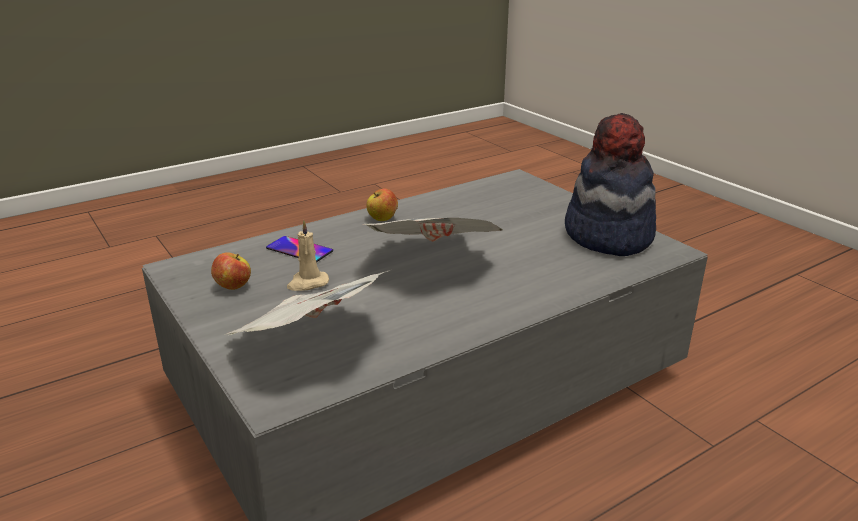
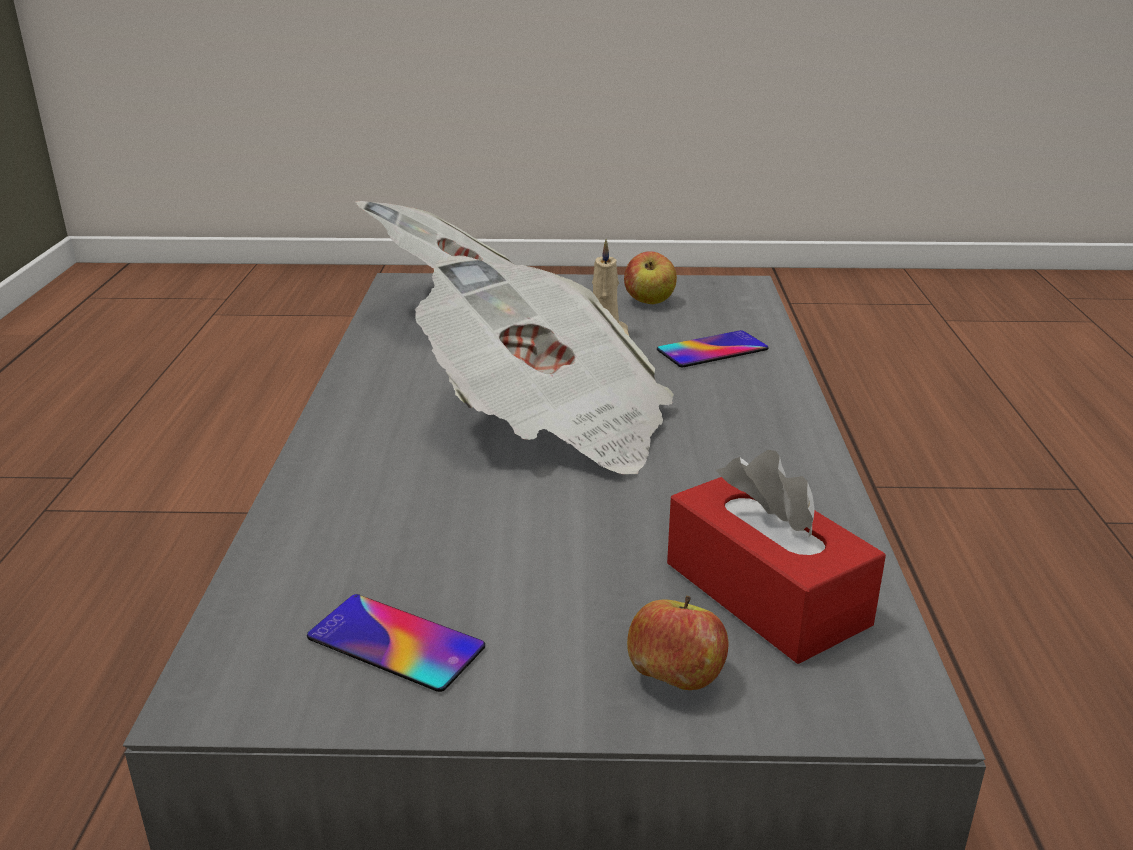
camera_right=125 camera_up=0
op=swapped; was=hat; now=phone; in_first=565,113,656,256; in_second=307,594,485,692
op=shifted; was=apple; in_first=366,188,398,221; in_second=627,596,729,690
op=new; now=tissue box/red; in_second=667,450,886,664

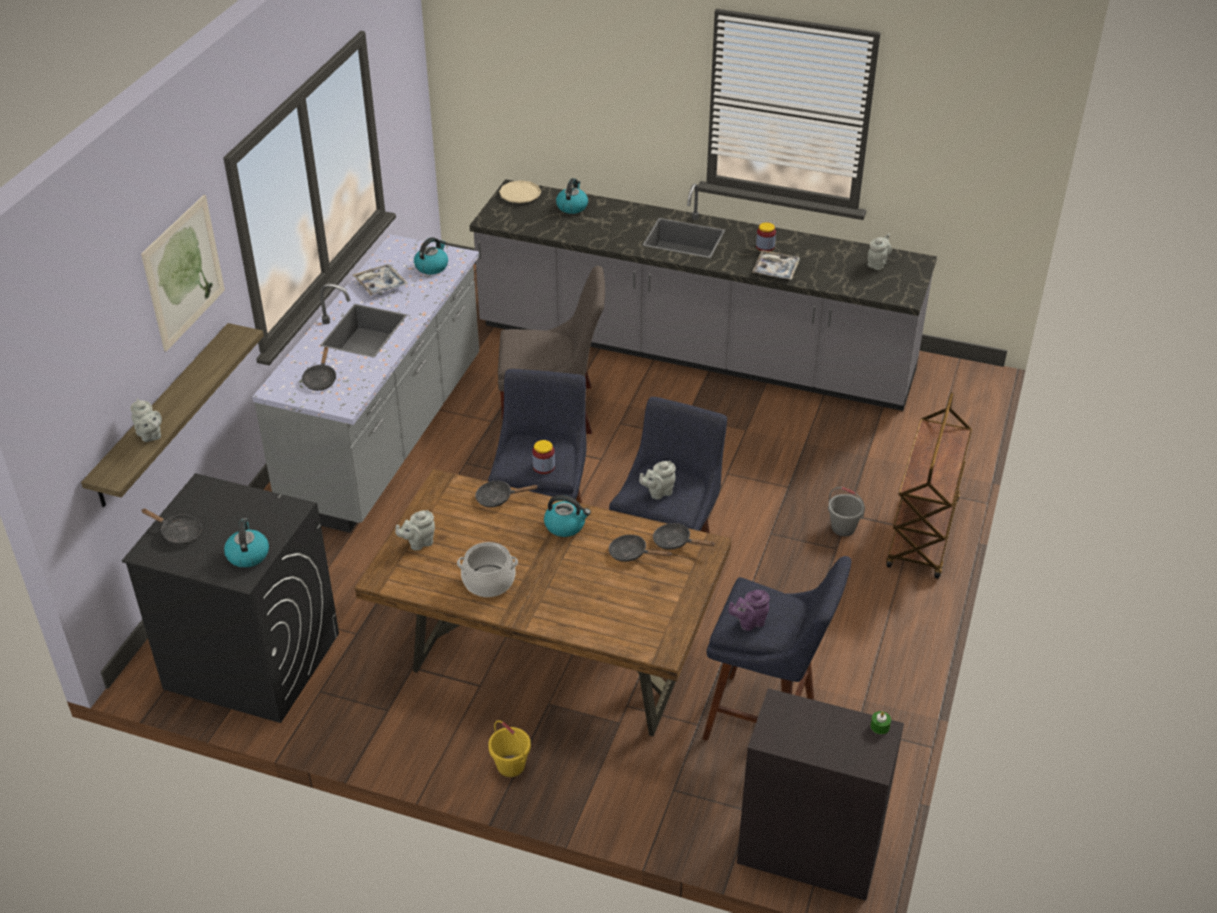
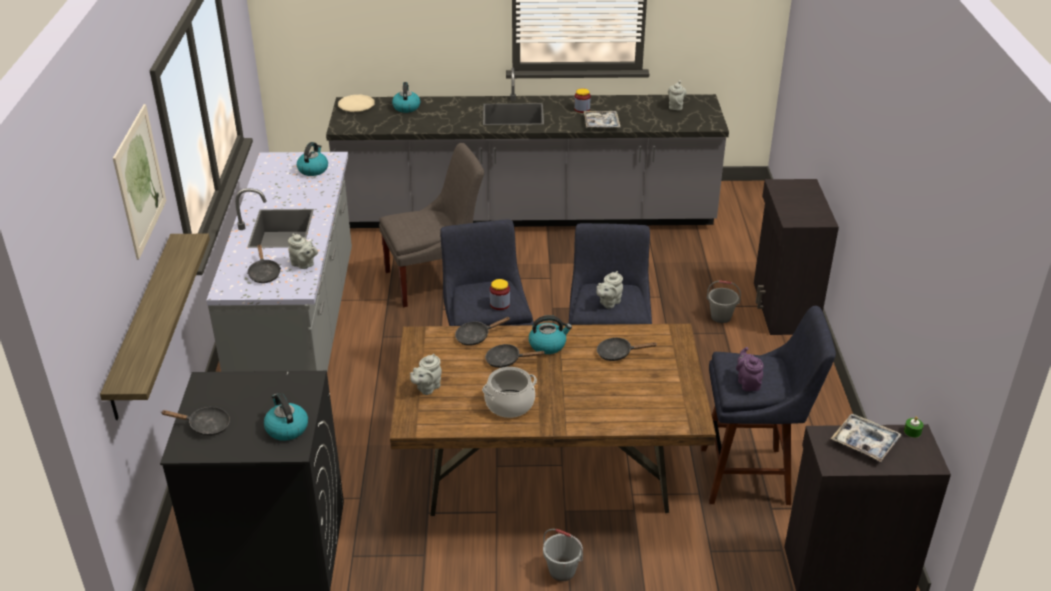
camera_right=-20 camera_up=-5
op=shifted; was=tray; in_first=353,264,408,296; in_second=831,414,902,462
op=swapped; was=cart/brown; now=cabinet/black; in_first=886,393,972,579; in_second=754,179,839,335
op=shifted; was=teapot/grey; in_first=131,398,162,442; in_second=288,234,318,269
op=shifted; was=frying pan/black; in_first=653,523,715,550; in_second=485,344,545,368
op=rotated; was=teapot/purple; in_first=728,590,770,631; in_second=736,347,764,391; clockwise=120
op=repainted; was=bucket/yellow; now=bucket/grey; in_first=488,720,531,777; in_second=543,528,583,581

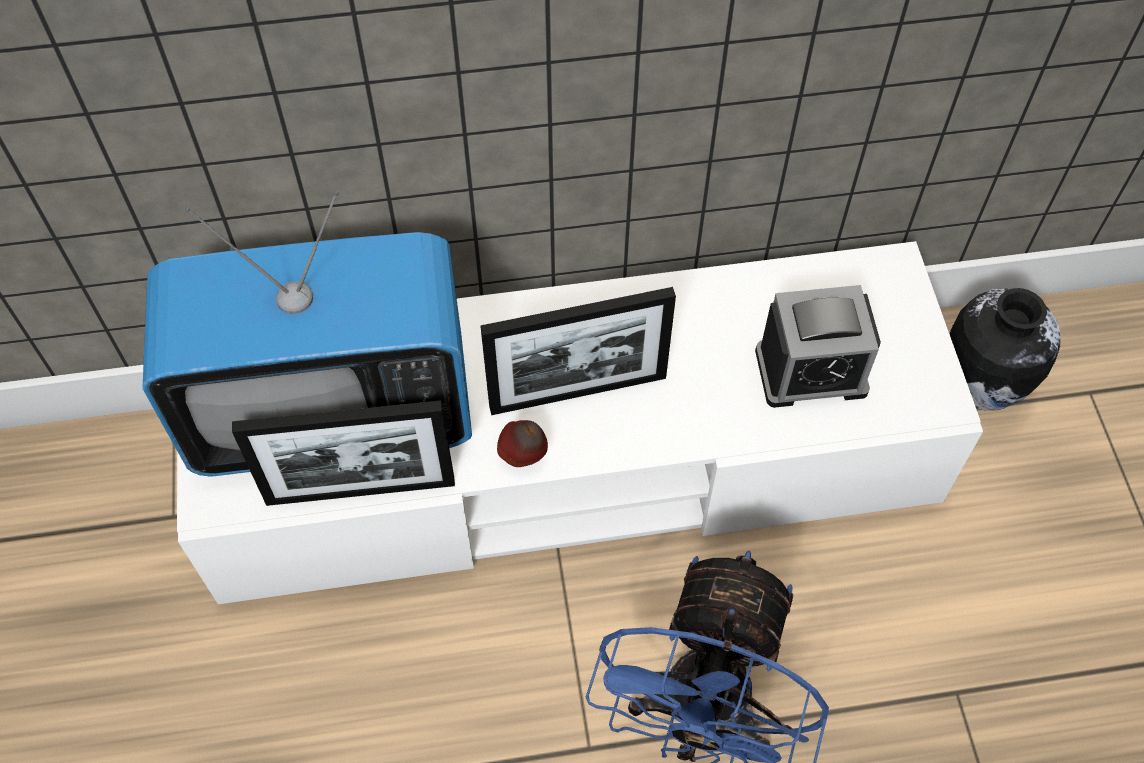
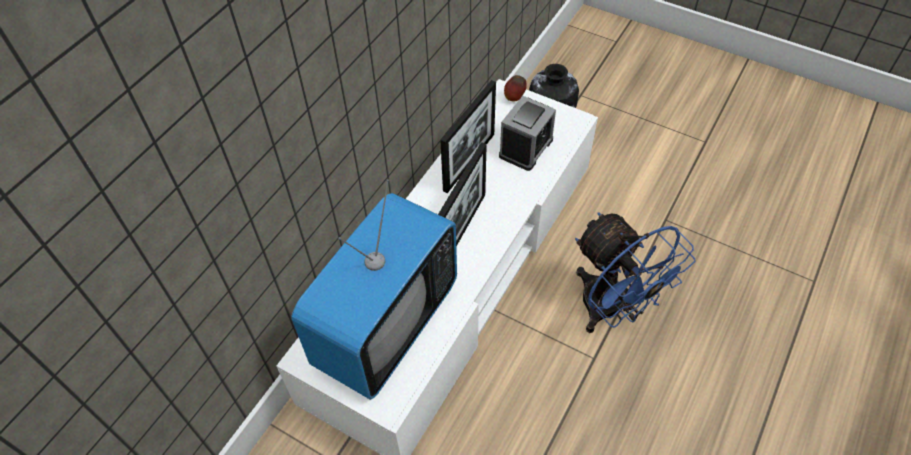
camera_right=-50 camera_up=-5
op=shifted; was=picture frame; in_first=232,400,455,506; in_second=440,80,496,193
op=shifted; was=apple; in_first=497,420,548,467; in_second=504,75,527,101

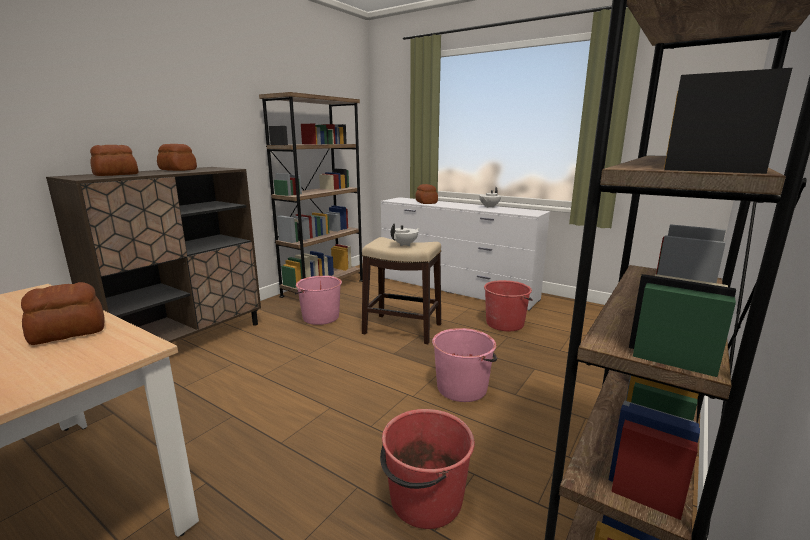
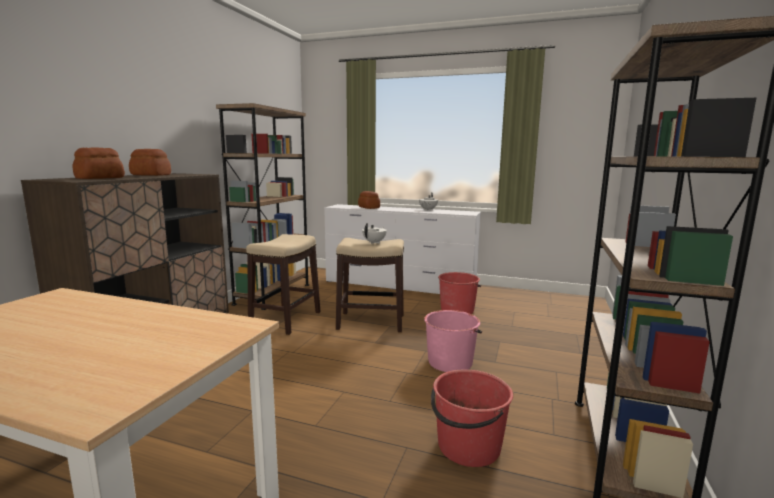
camera_right=-15 camera_up=-5
op=swapped; was=bucket/pink; now=stool; in_first=295,276,342,325; in_second=246,234,321,335
op=gone; was=bread; in_first=21,282,105,345

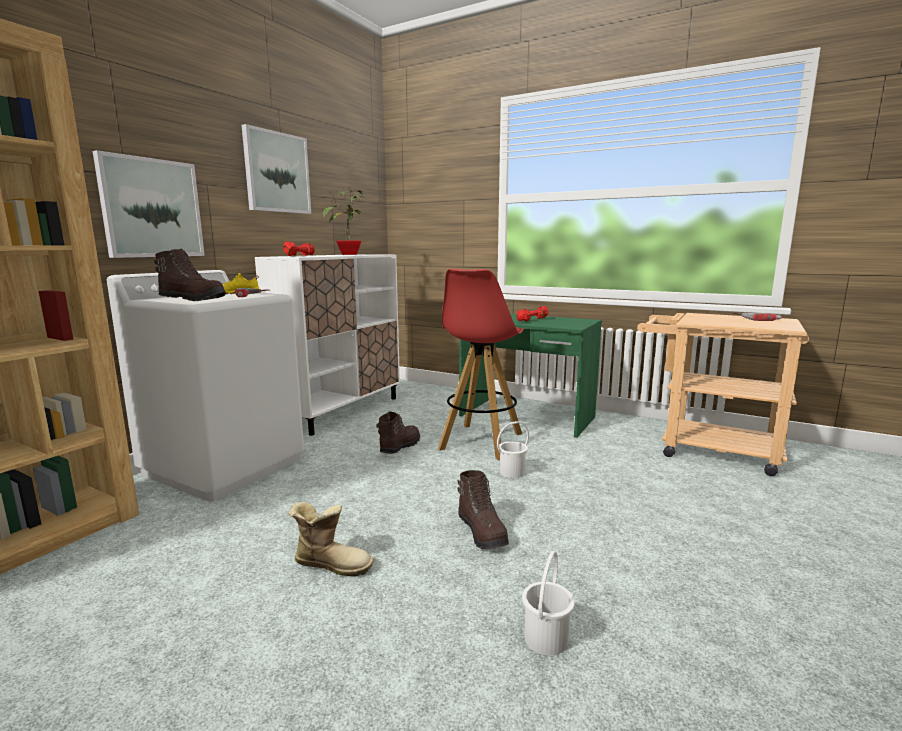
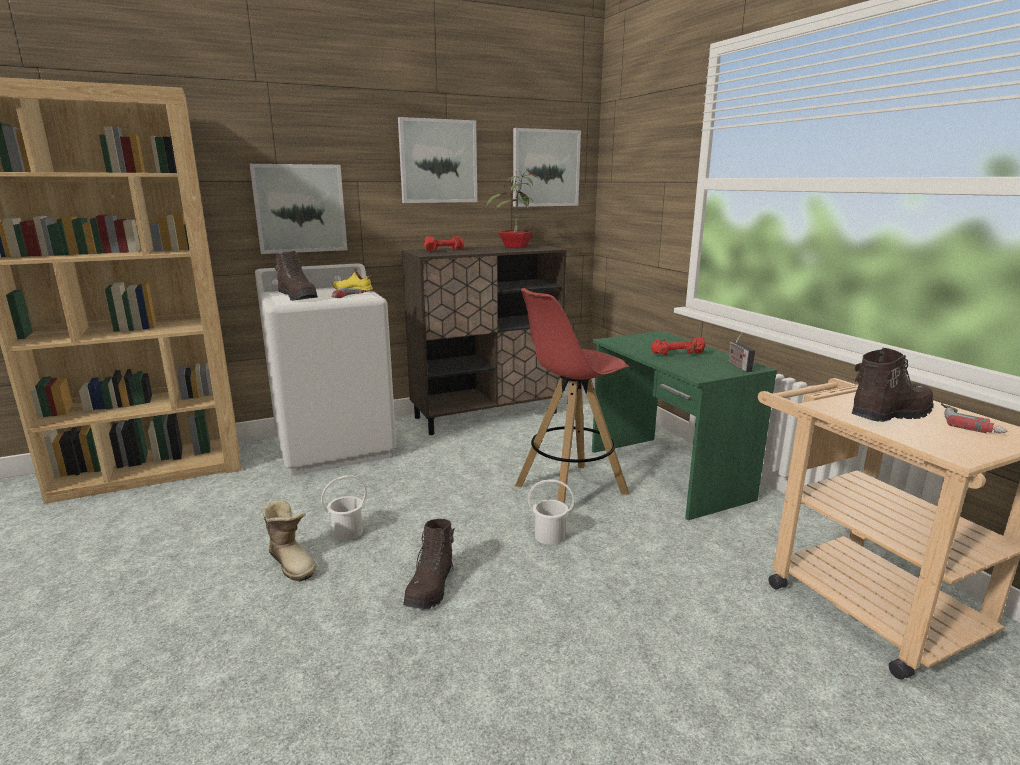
camera_right=35 camera_up=5
op=repainted; was=cabinet/white; now=cabinet/brown; in_first=255,254,400,436; in_second=402,244,566,435
op=shifted; was=boot/brown; in_first=376,412,420,454; in_second=851,348,934,422
op=shifted; was=bucket/white; in_first=522,551,575,656; in_second=321,475,367,541
op=new; now=picture; in_second=513,128,581,207
op=new; now=radio; in_second=728,333,755,372

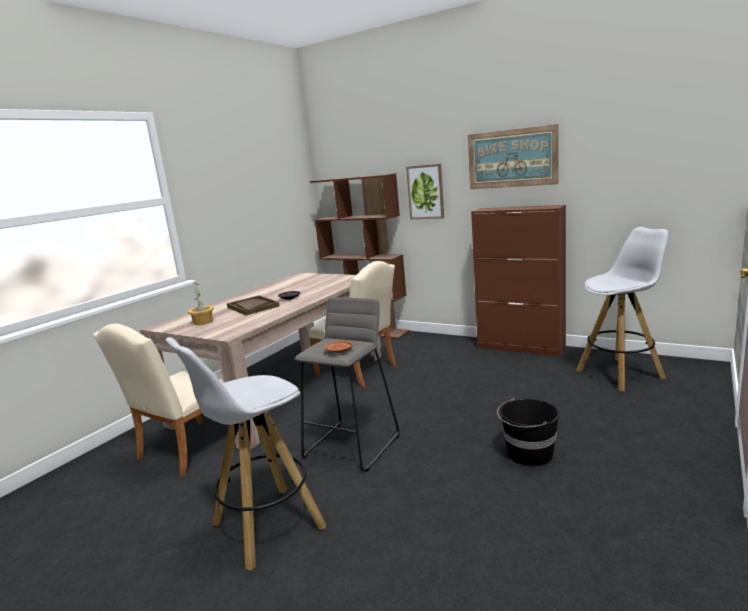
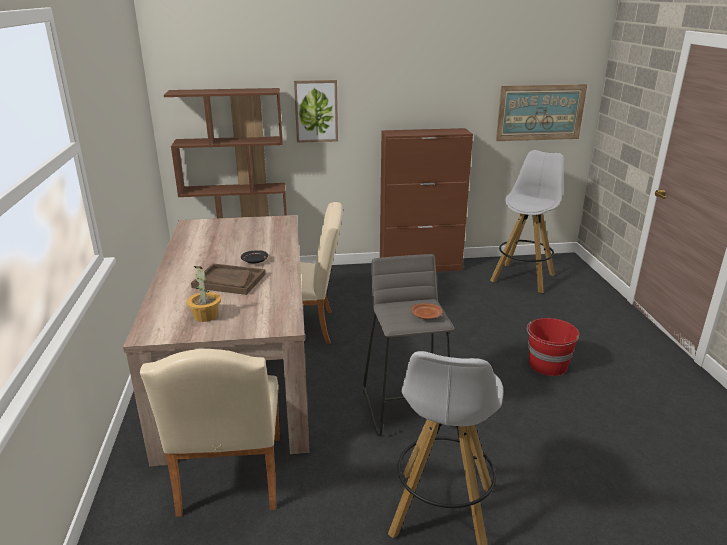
camera_right=-40 camera_up=10
op=shifted; was=picture; in_first=468,124,559,189; in_second=496,84,587,141
op=repainted; was=bucket/black; now=bucket/red; in_first=497,398,559,466; in_second=527,318,580,376

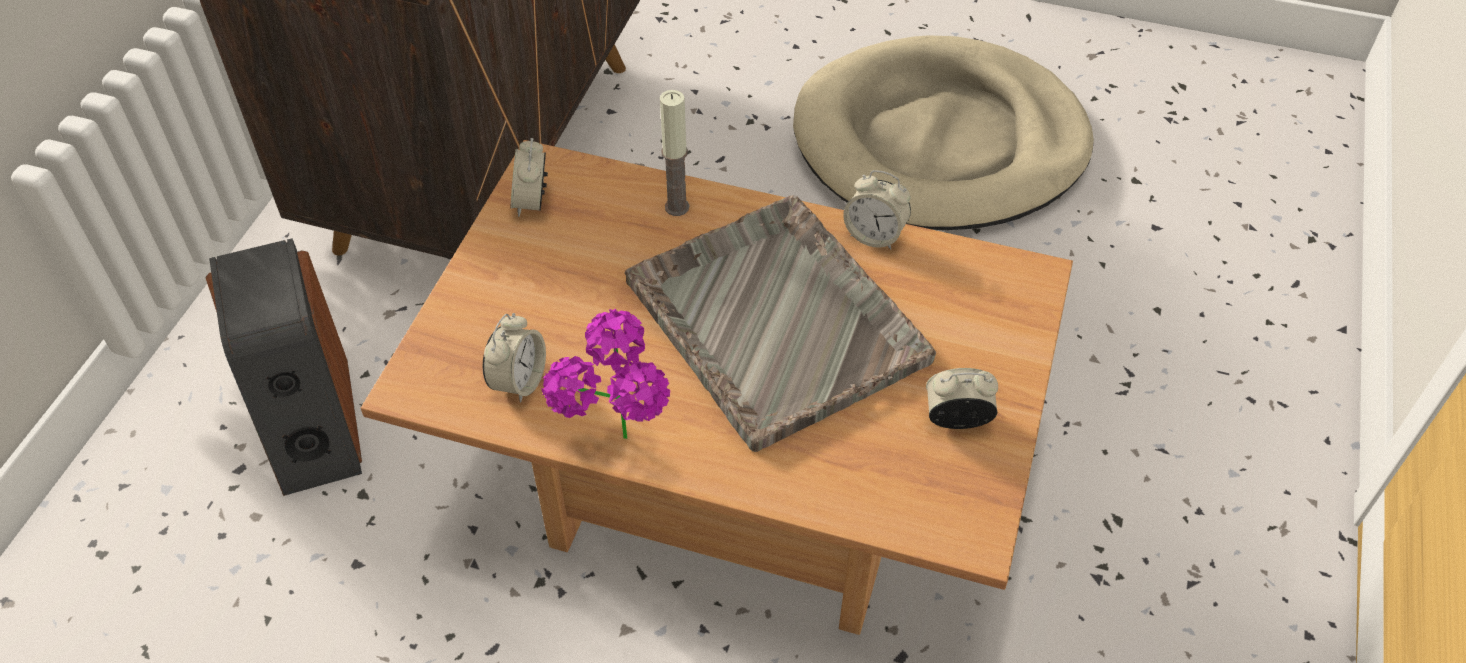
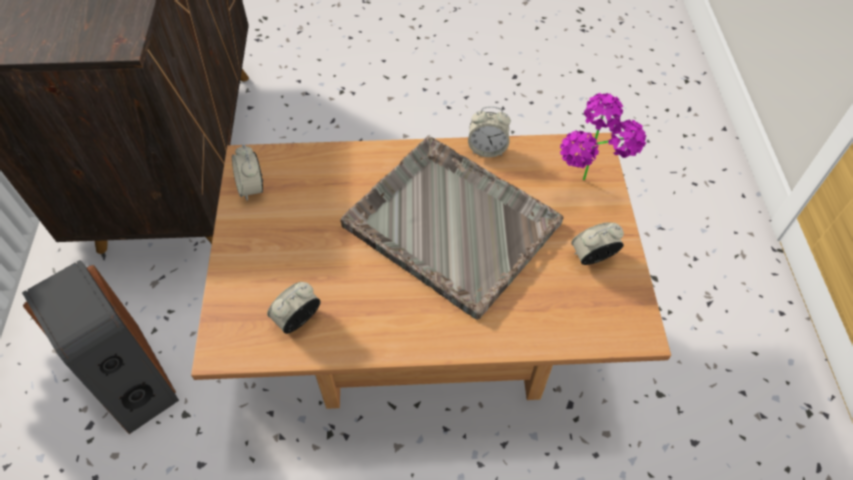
camera_right=-20 camera_up=5
op=gone; was=dog bed/beige; in_first=793,35,1094,230
op=gone; was=candle; in_first=660,90,689,216
op=shifted; was=potted plant; in_first=541,309,670,439; in_second=560,93,646,180
op=rotated; was=alarm clock; in_first=483,313,546,403; in_second=267,282,321,334; clockwise=-135

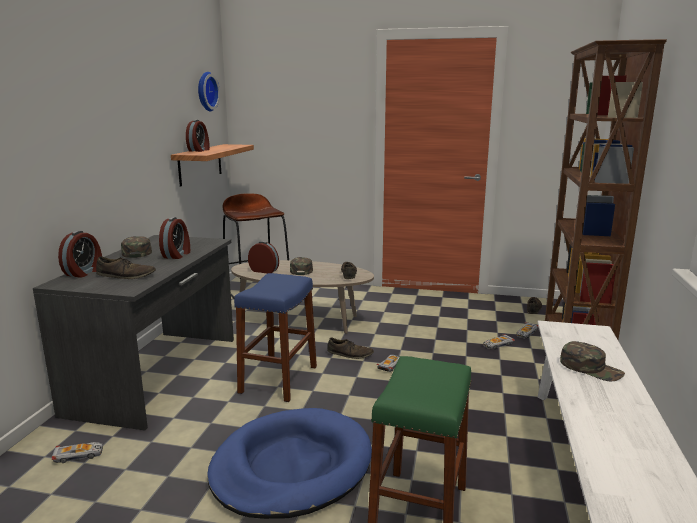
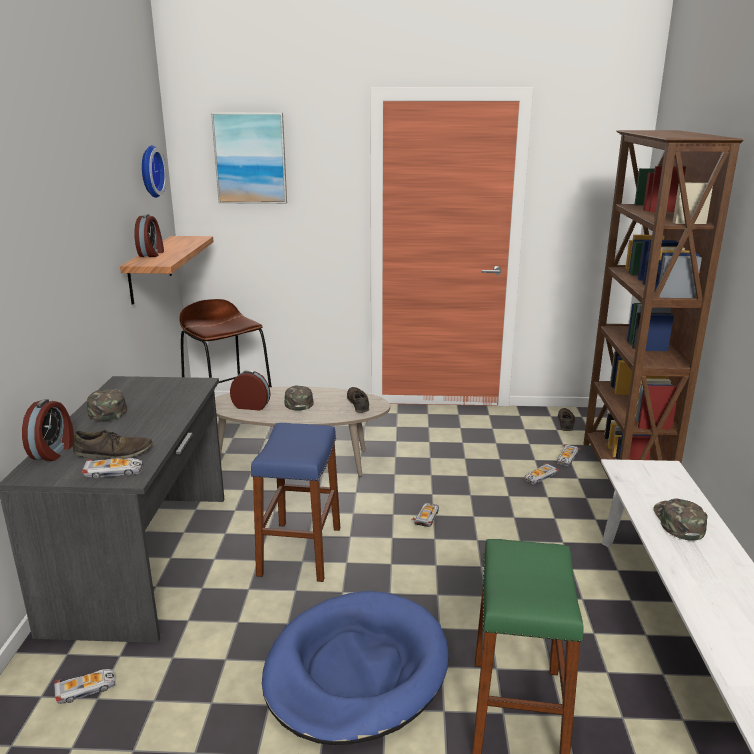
camera_right=-10 camera_up=5
op=gone; was=alarm clock; in_first=159,217,190,259
op=gone; was=shoe/brown; in_first=327,338,374,359
op=rotated; was=cap/green; in_first=560,341,625,381; in_second=653,498,708,541; clockwise=-120
op=new; now=picture; in_second=211,113,287,204
op=new; now=toy car; in_second=82,458,142,479

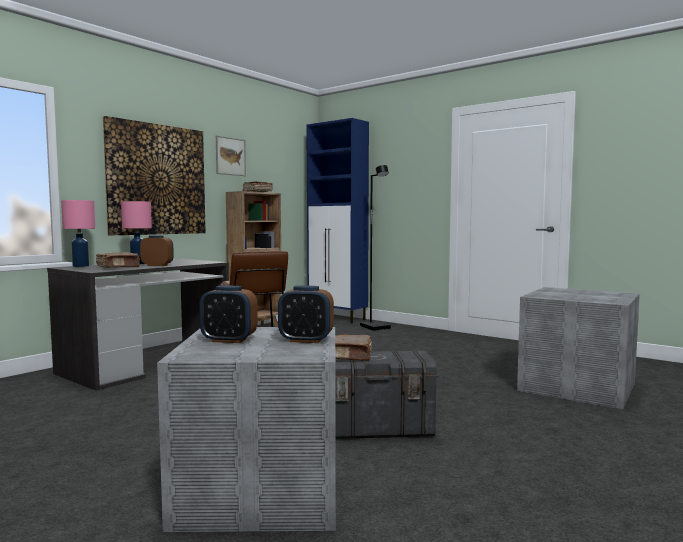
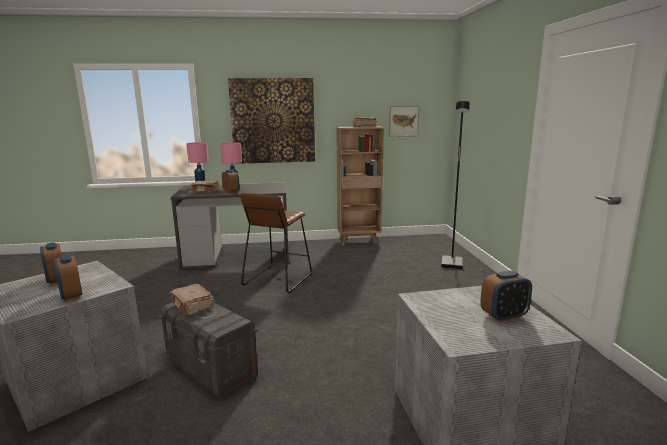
camera_right=45 camera_up=10
op=gone; was=cabinet/blue; in_first=306,118,369,323
op=shifted; was=picture; in_first=216,136,246,176; in_second=389,106,420,137
op=new; now=alarm clock; in_second=480,271,532,322

